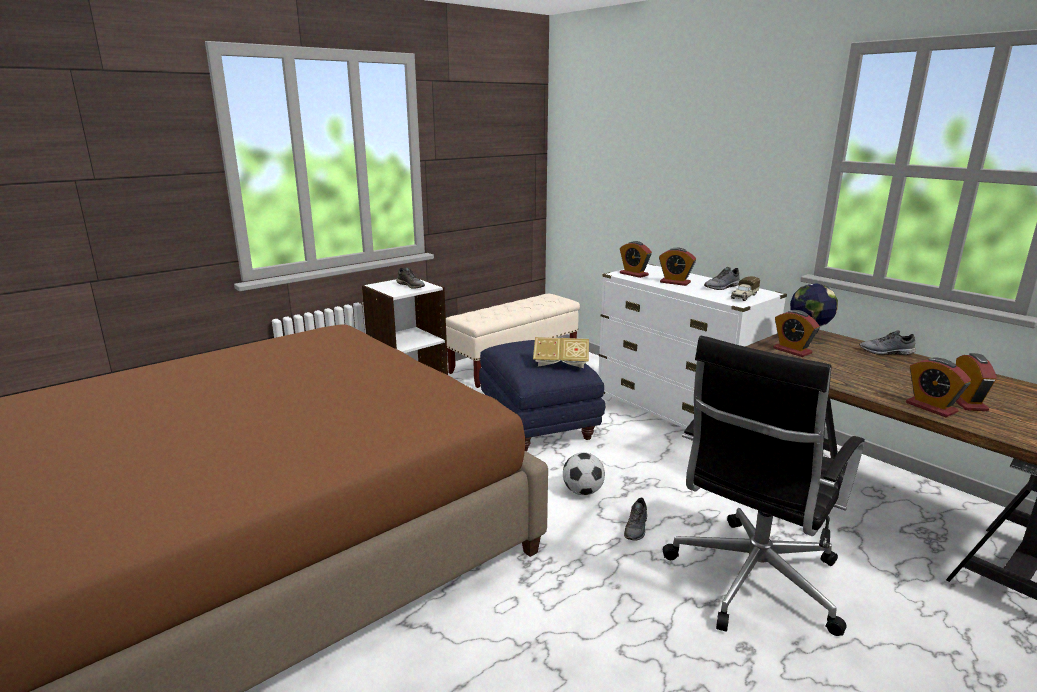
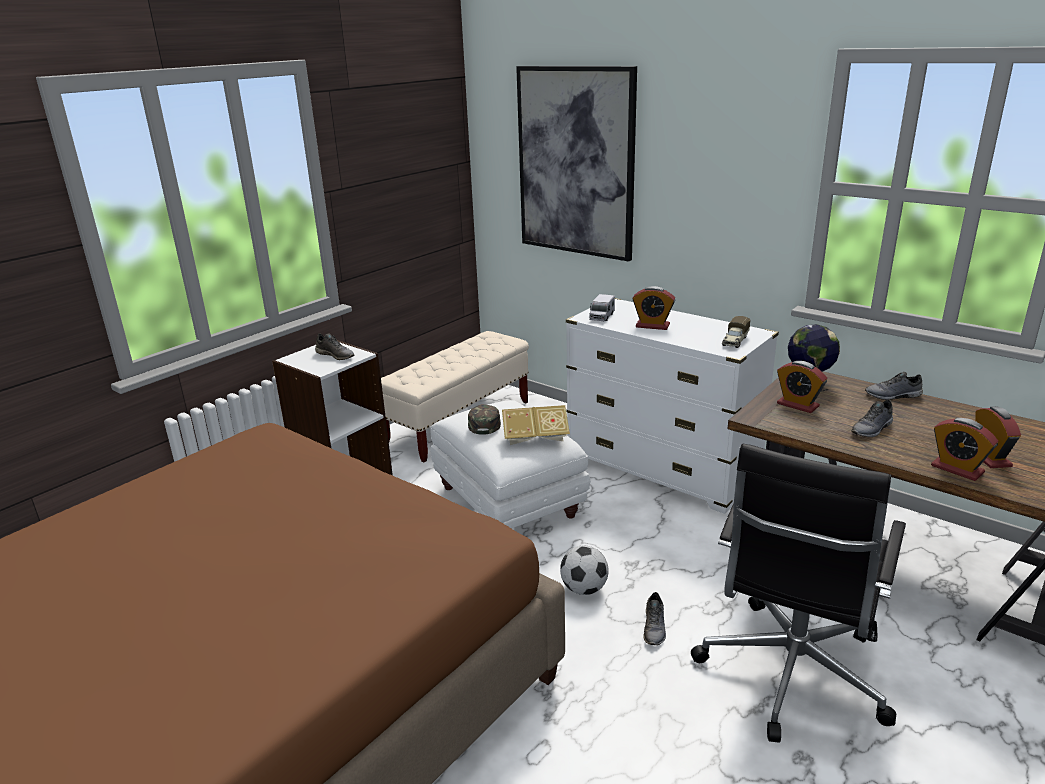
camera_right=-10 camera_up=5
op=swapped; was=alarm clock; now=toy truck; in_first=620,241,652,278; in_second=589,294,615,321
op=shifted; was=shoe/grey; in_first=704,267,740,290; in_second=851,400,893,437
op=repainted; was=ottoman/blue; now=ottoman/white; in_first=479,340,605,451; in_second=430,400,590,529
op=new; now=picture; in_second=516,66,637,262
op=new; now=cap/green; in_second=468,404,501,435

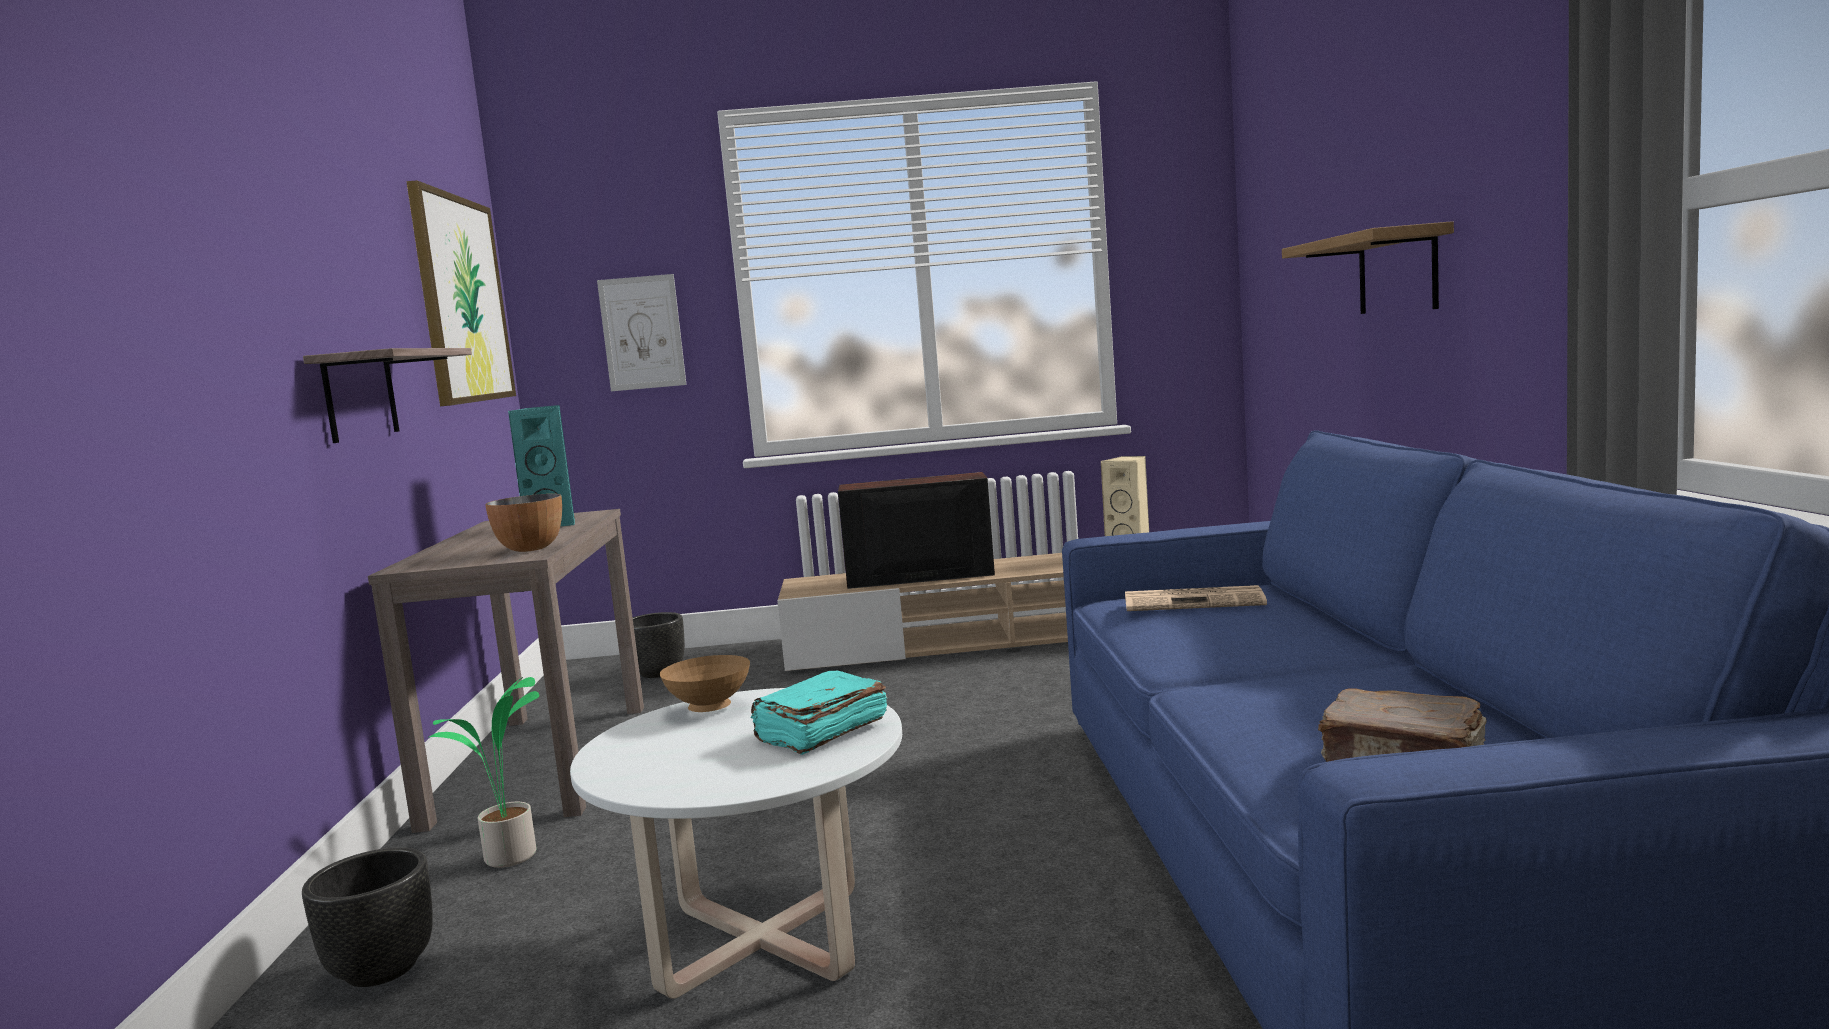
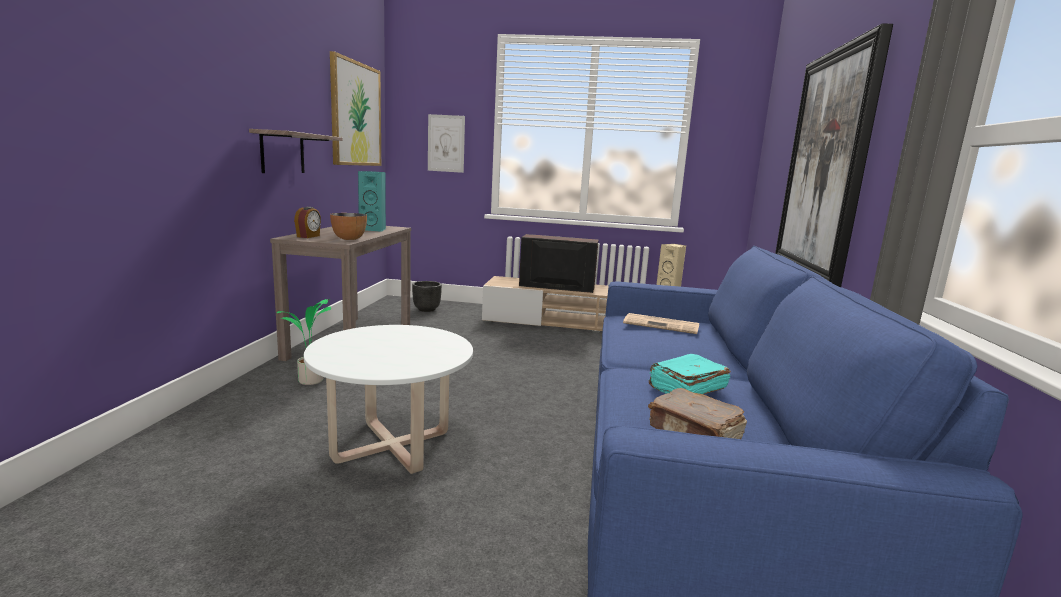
camera_right=10 camera_up=5
op=swapped; was=shelf; now=picture; in_first=1282,221,1454,314; in_second=775,24,893,287
op=gone; was=bowl/brown; in_first=660,655,750,712
op=shifted; was=book/turquoise; in_first=750,671,887,755; in_second=649,354,731,395
op=gone; was=planter/black; in_first=302,847,433,987
op=new; now=alarm clock; in_second=294,207,321,238

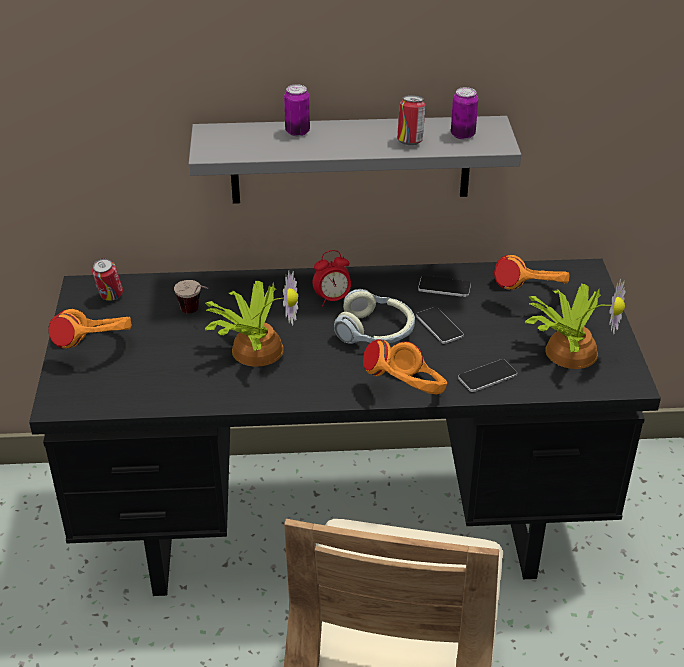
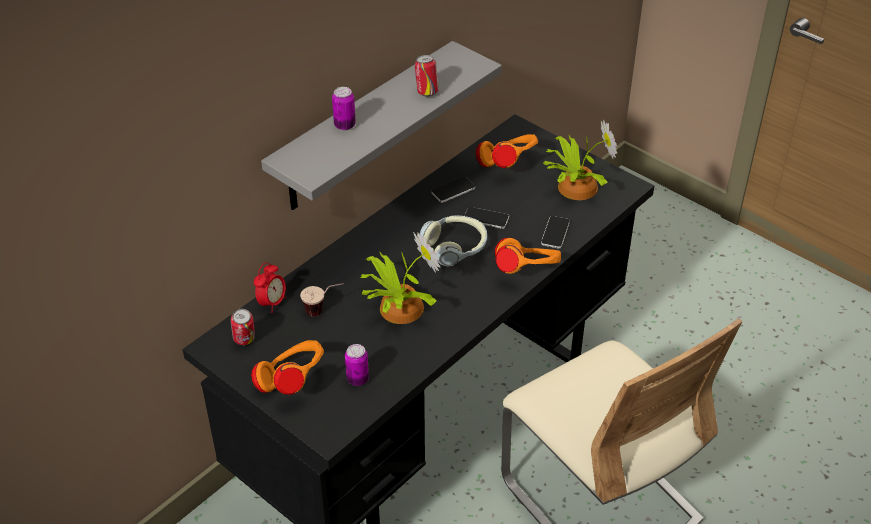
camera_right=-45 camera_up=5
op=shifted; was=can; in_first=451,87,478,140; in_second=345,344,369,386
op=shifted; was=alarm clock; in_first=313,250,351,307; in_second=254,262,286,313

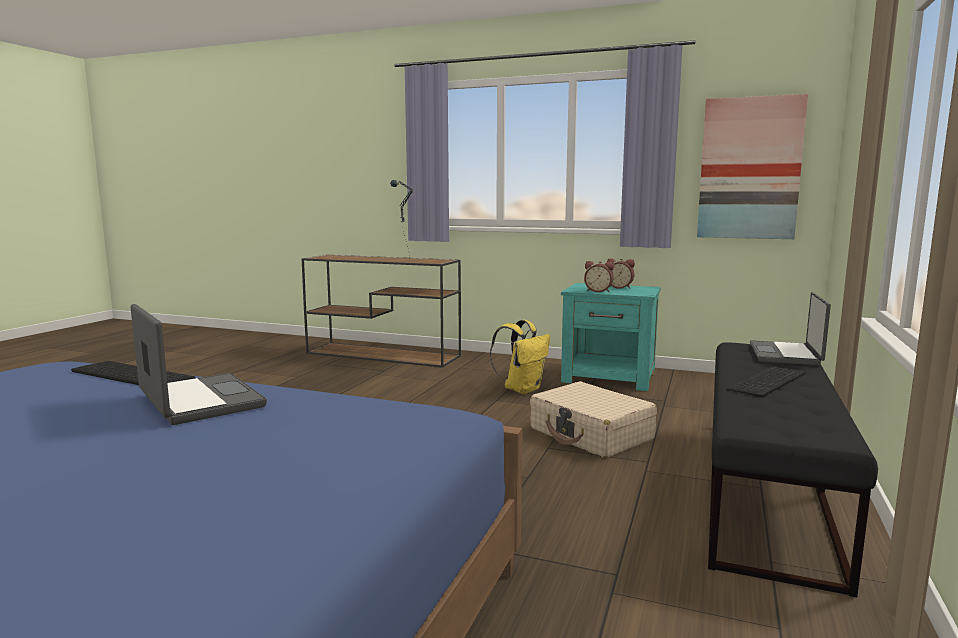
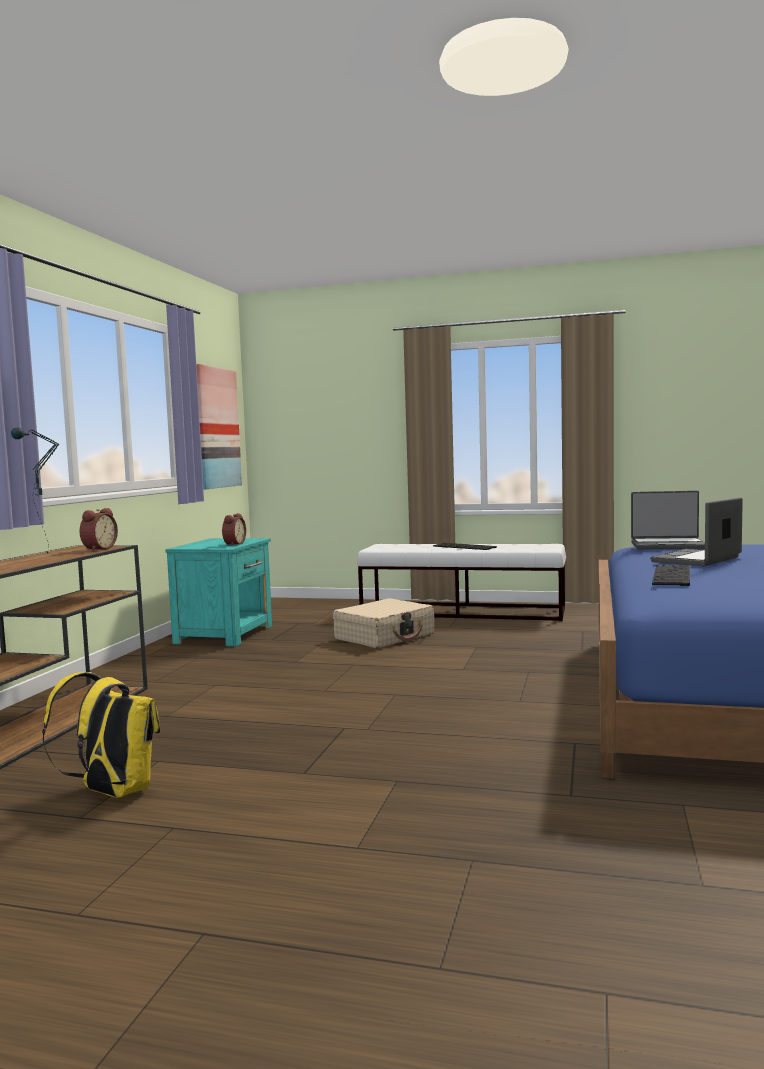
camera_right=-95 camera_up=-5
op=shifted; was=alarm clock; in_first=607,258,635,289; in_second=79,508,118,551
op=shifted; was=laptop; in_first=750,292,831,366; in_second=631,491,705,549
op=shifted; was=backpack/yellow; in_first=490,320,550,394; in_second=42,672,160,798
op=repainted; was=bench/black; now=bench/white; in_first=708,342,878,597; in_second=357,544,566,621

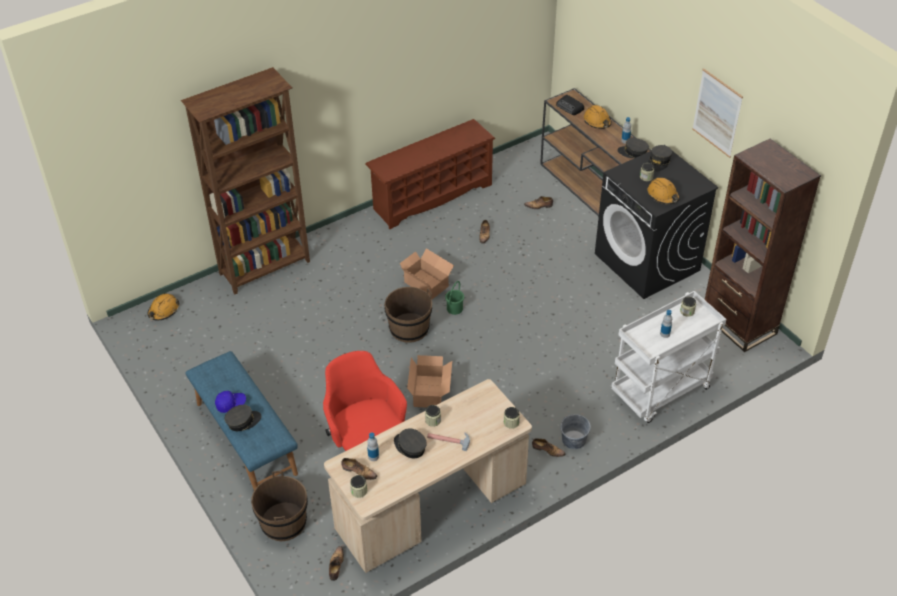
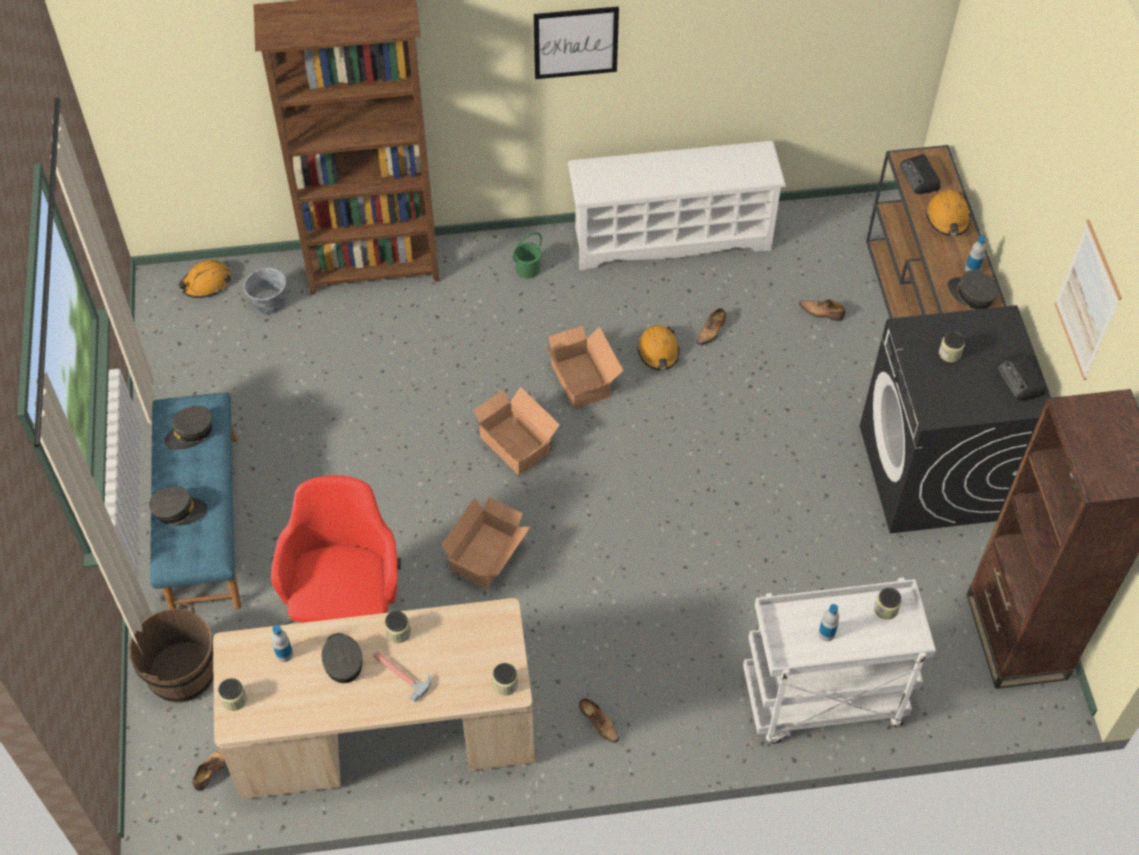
camera_right=25 camera_up=10
op=repainted; was=shoe rack/brown; now=shoe rack/white; in_first=365,119,496,229; in_second=568,141,786,270
op=shifted; was=cap/grey; in_first=648,145,672,172; in_second=165,406,212,450
op=shifted; was=hard hat/orange; in_first=647,178,680,204; in_second=637,325,680,370
op=shifted; was=bucket/green; in_first=445,281,464,315; in_second=512,232,542,279
op=swapped; was=bucket/brown; now=cardboard box; in_first=384,287,432,343; in_second=472,387,560,475
op=gone; was=cap/blue; in_first=215,391,246,413
op=shifted; was=bucket/grey; in_first=560,414,591,449; in_second=244,266,286,314
op=gone; was=shoe; in_first=341,458,377,480
op=new; now=picture; in_second=534,6,619,79
op=new; now=radio; in_second=997,353,1045,401

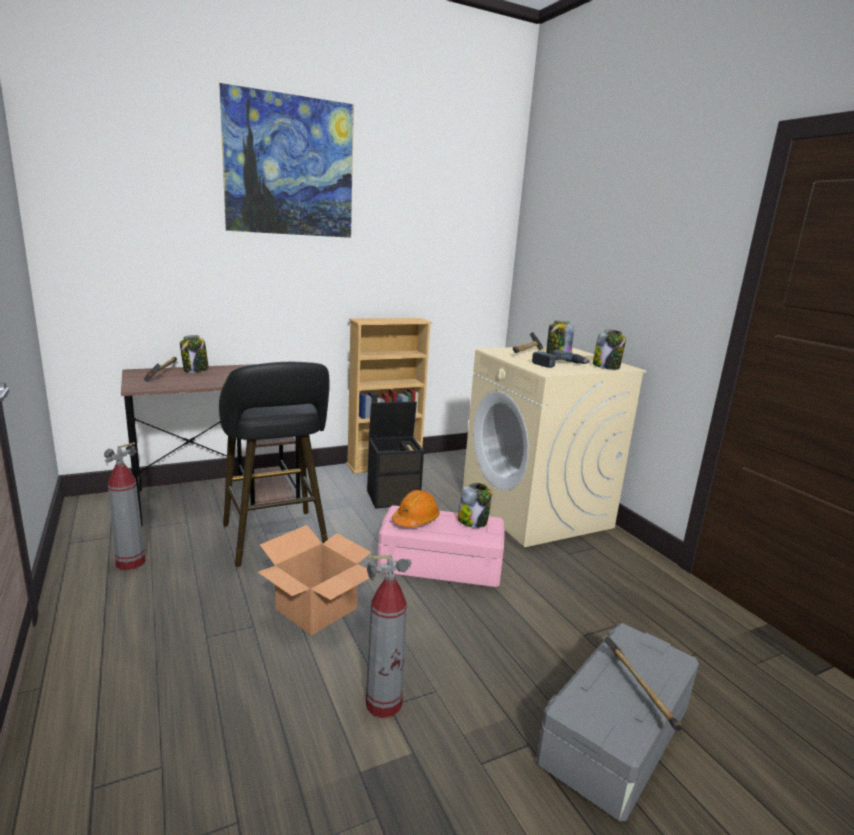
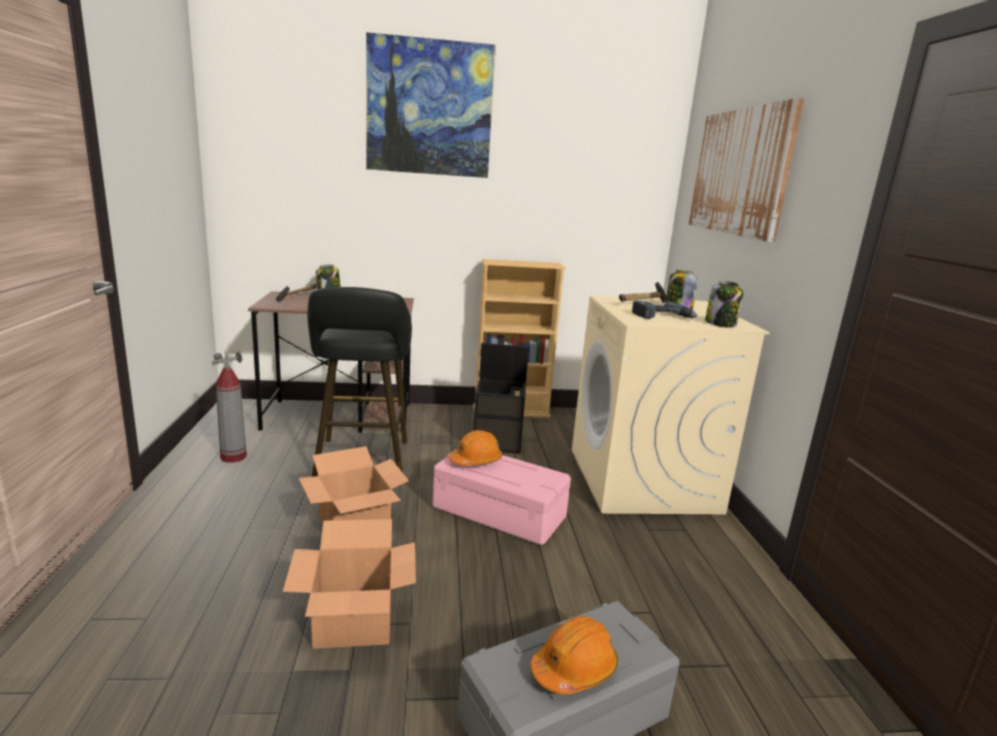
camera_right=20 camera_up=0
op=gone; was=jar; in_first=458,483,492,528
op=swapped; was=fire extinguisher; now=cardboard box; in_first=366,555,412,718; in_second=283,519,416,649
op=swapped; was=hammer; now=hard hat/orange; in_first=602,635,682,731; in_second=530,616,618,694
op=new; now=picture; in_second=689,98,805,242

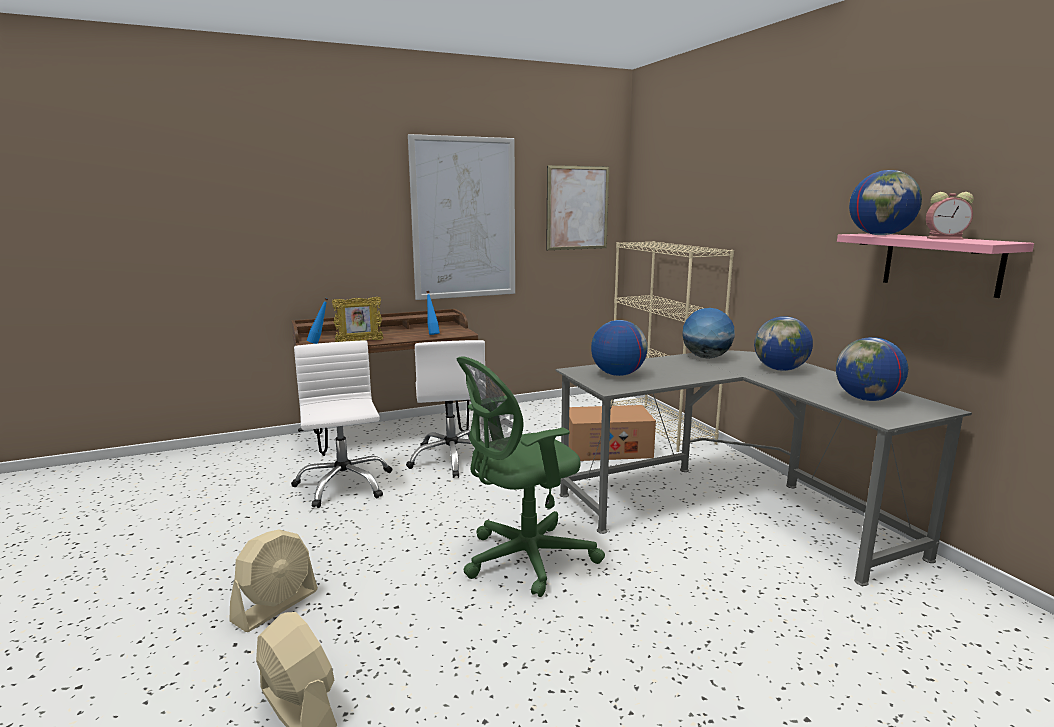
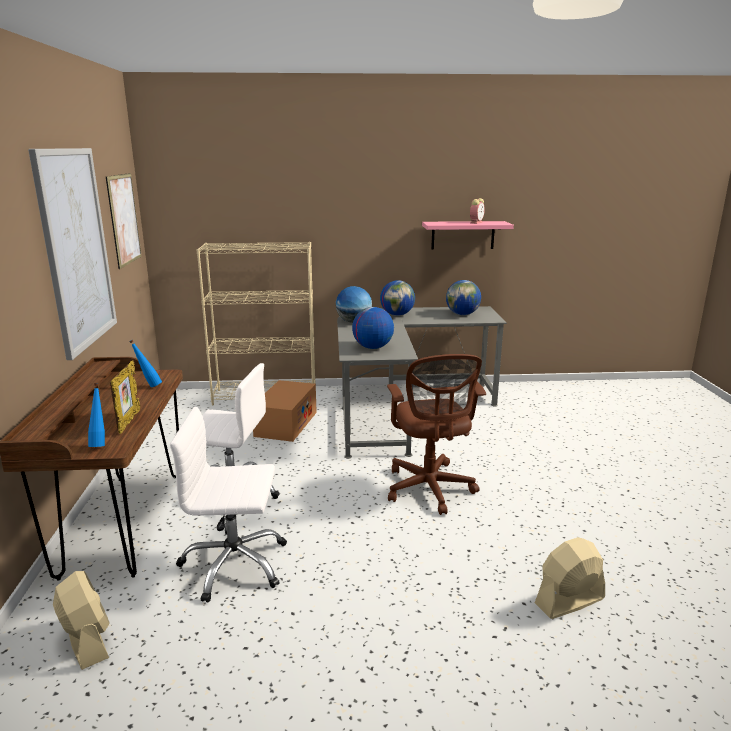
camera_right=-70 camera_up=5
op=gone; was=globe; in_first=849,170,922,235
op=repainted; was=office chair/green; now=office chair/brown; in_first=457,356,605,597; in_second=387,354,486,515
op=shifted; was=fan/beige; in_first=229,529,318,632; in_second=53,571,110,670

